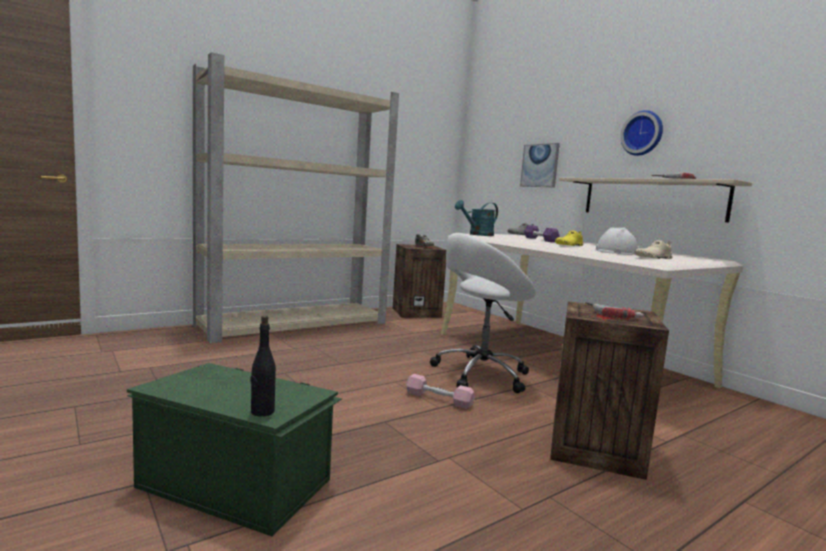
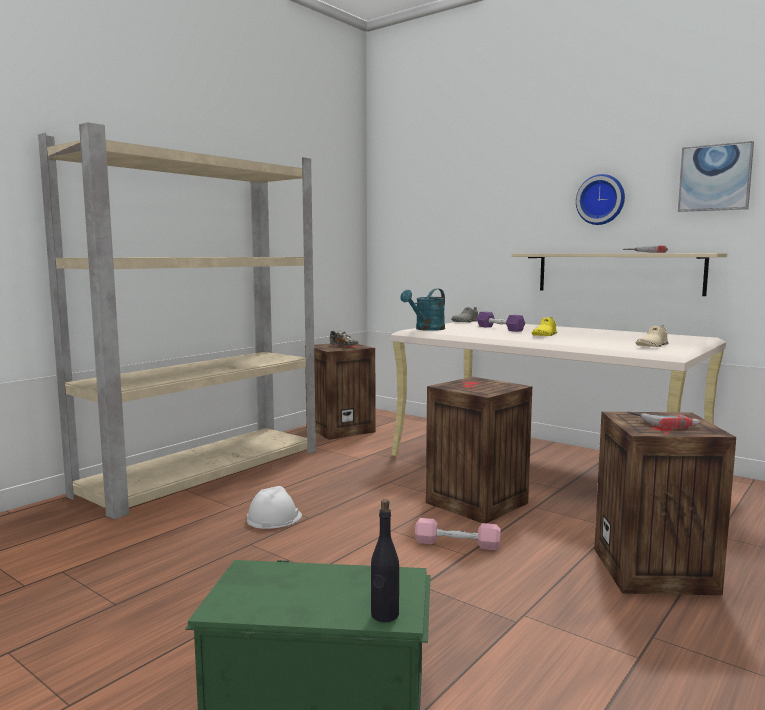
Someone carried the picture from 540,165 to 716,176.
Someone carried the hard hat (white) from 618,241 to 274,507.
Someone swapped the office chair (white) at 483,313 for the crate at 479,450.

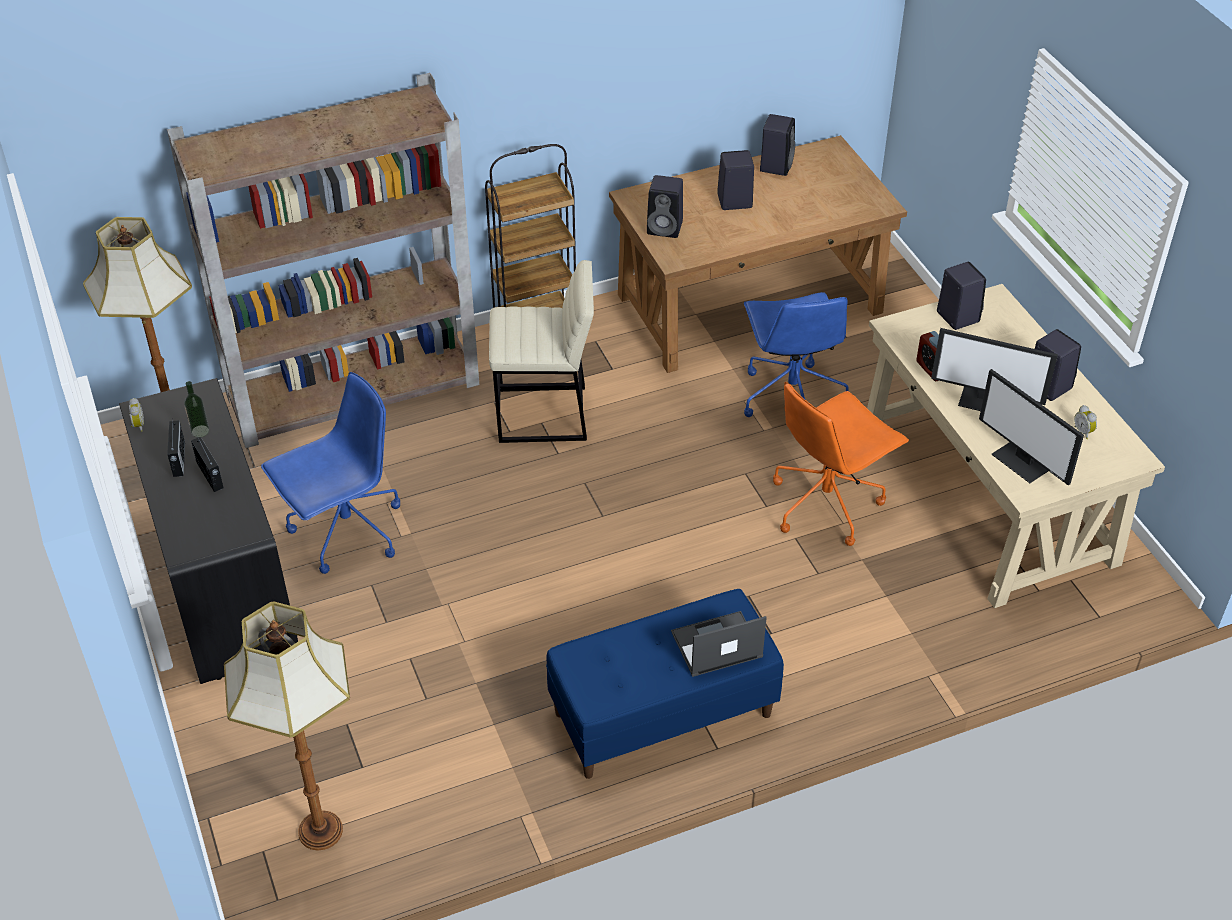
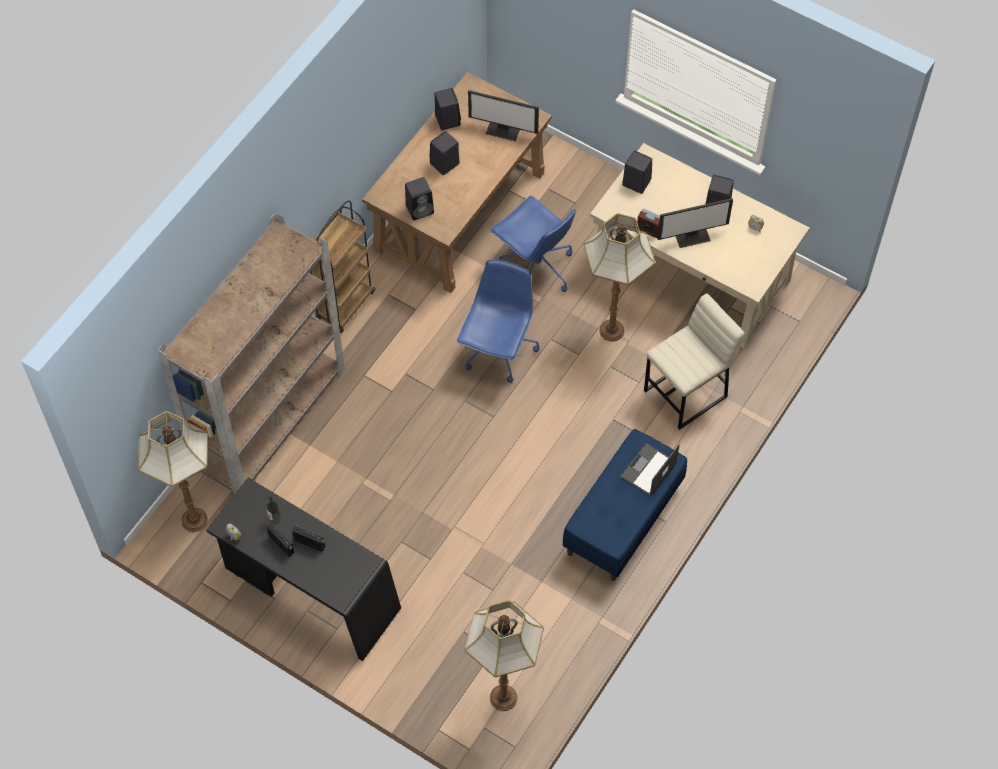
Someone carried the office chair (blue) from 330,473 to 498,321.
Someone carried the chair (beige) from 541,351 to 694,361.
Someone carried the monitor from 1031,427 to 503,115.
Someone swapped the office chair (orange) at 841,464 for the floor lamp at 619,277.

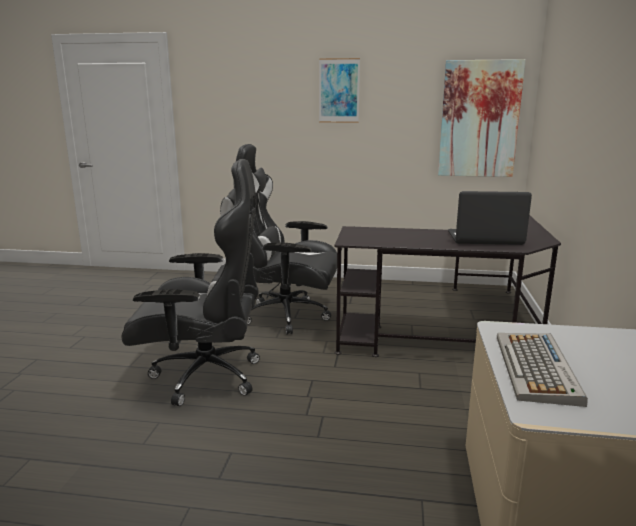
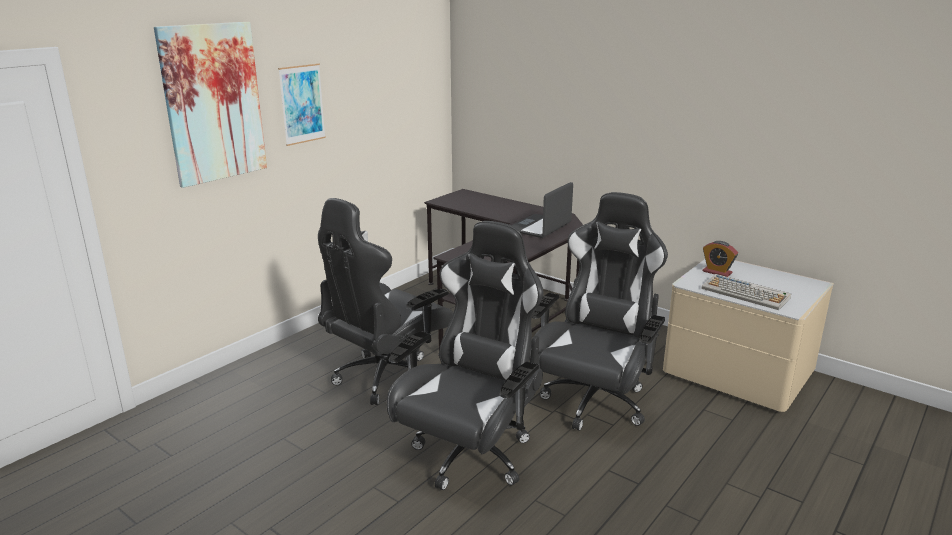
Someone put down the office chair (black) at 598,311.
Someone put down the alarm clock at 720,259.
Someone carried the picture from 482,118 to 210,105.

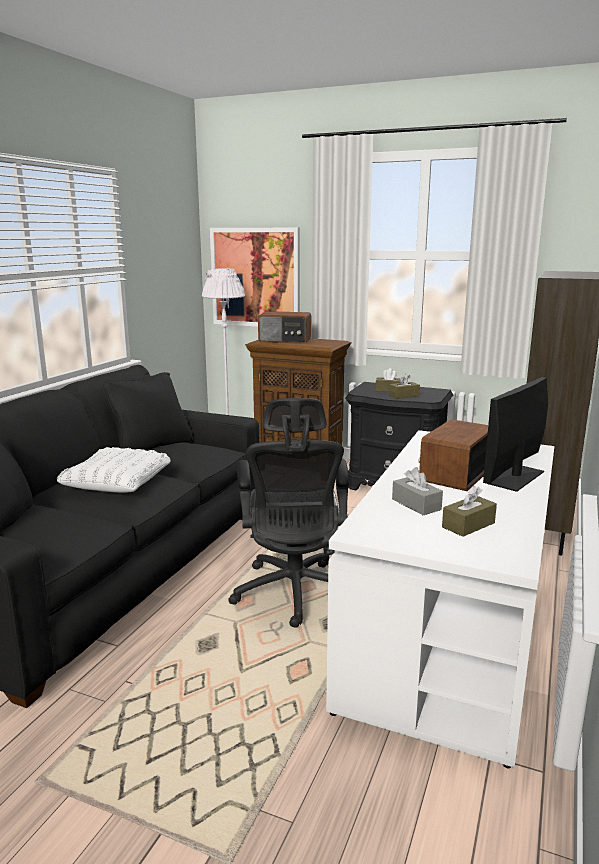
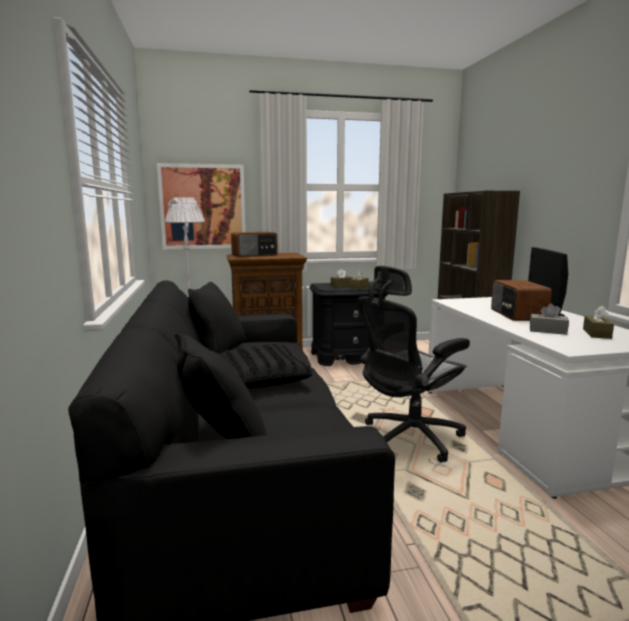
Someone repainted the pillow (white) at 114,470, which became the pillow (black) at 265,366.
Someone rotated the office chair at 288,512 by 90 degrees clockwise.

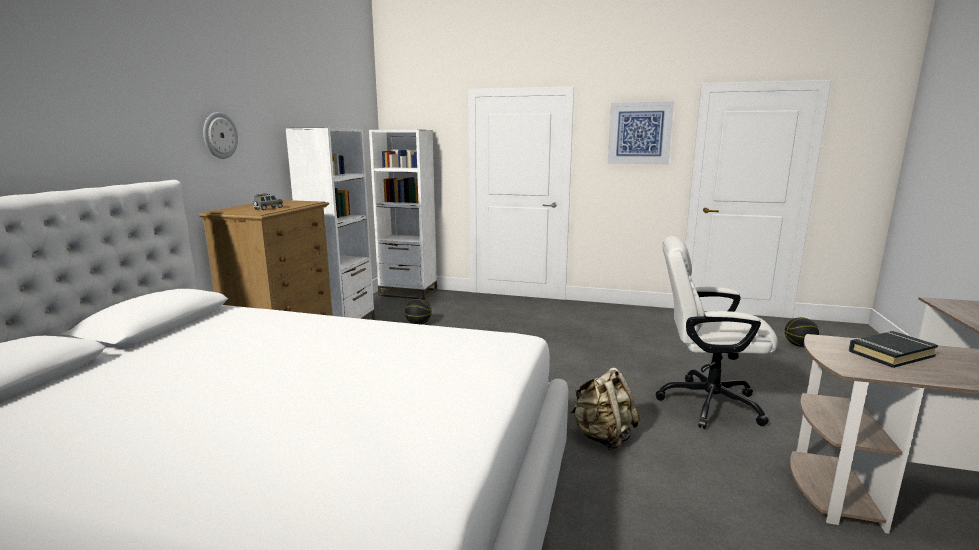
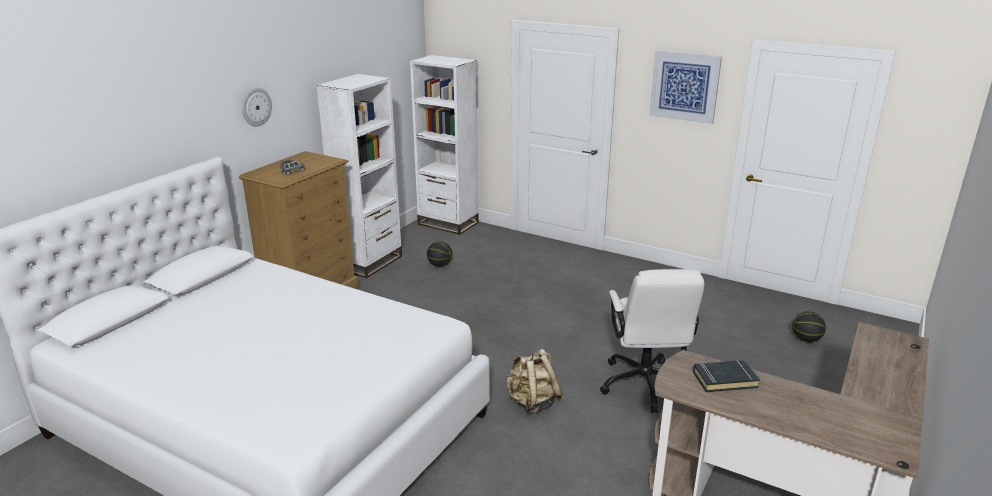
Someone rotated the office chair (white) at 717,332 by 120 degrees counterclockwise.

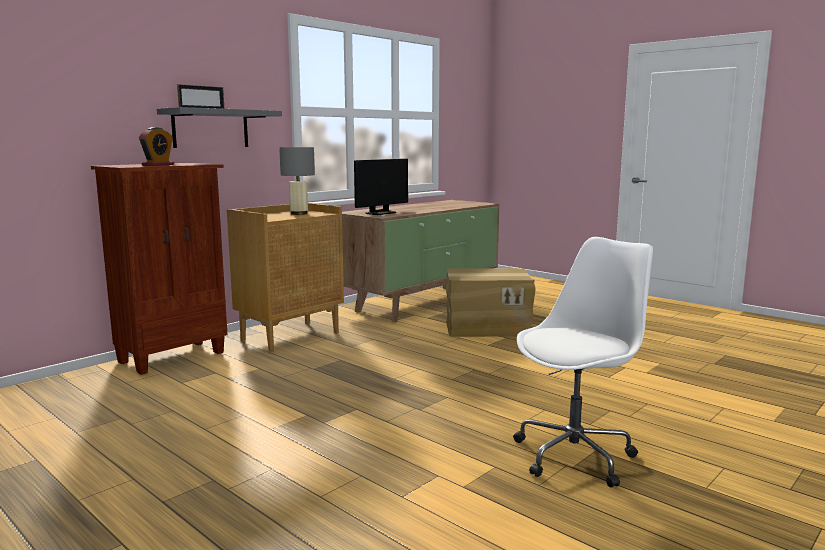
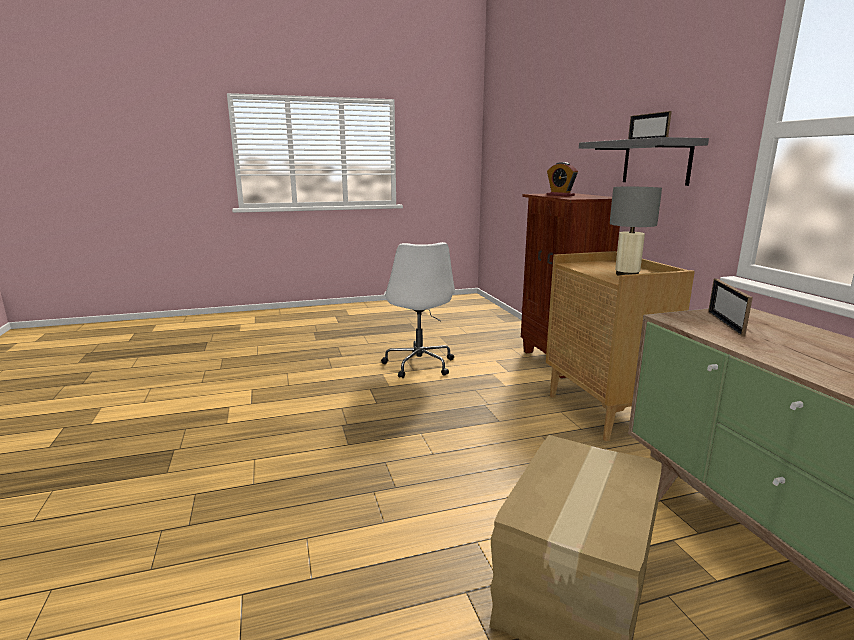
Someone carried the office chair (white) from 583,362 to 418,310.
Someone swapped the monitor at 381,187 for the picture frame at 730,307.

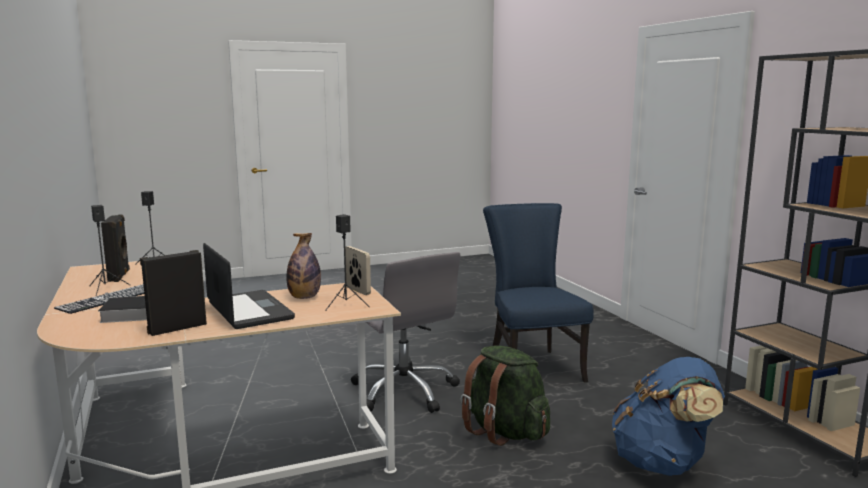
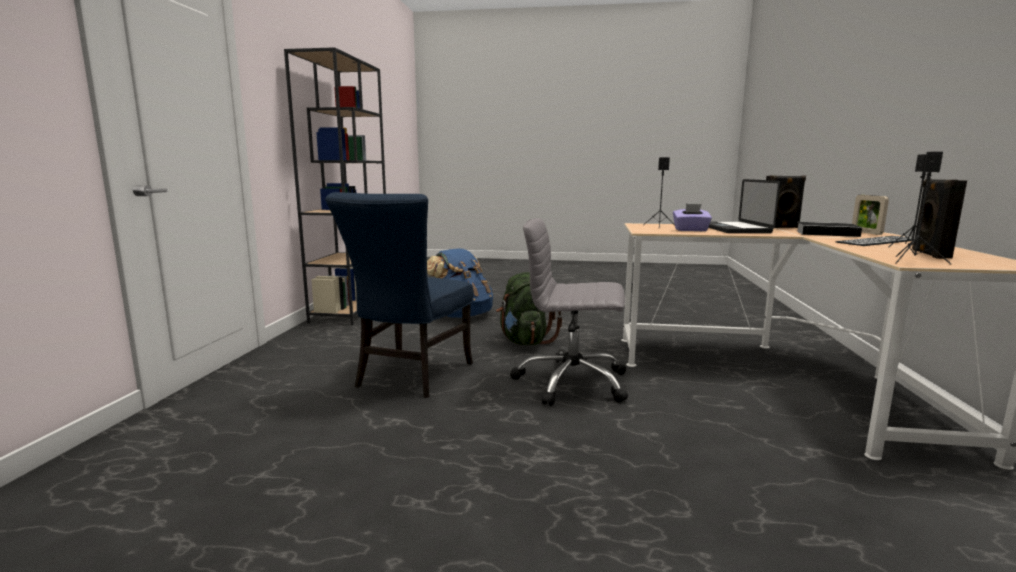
Someone carried the picture frame from 358,270 to 870,215.
Someone swapped the bottle at 303,266 for the tissue box (purple) at 692,217.
Someone rotated the office chair (grey) at 406,332 by 75 degrees counterclockwise.

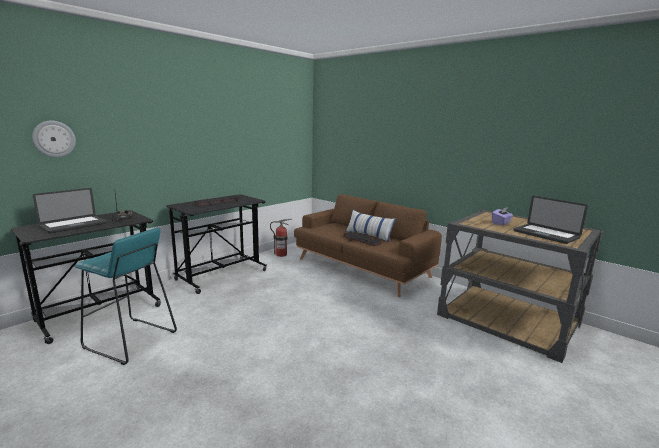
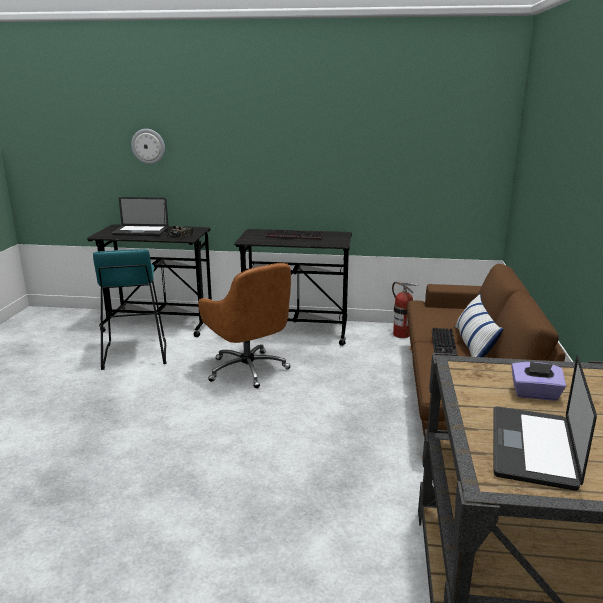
Someone put down the office chair (brown) at 244,325.

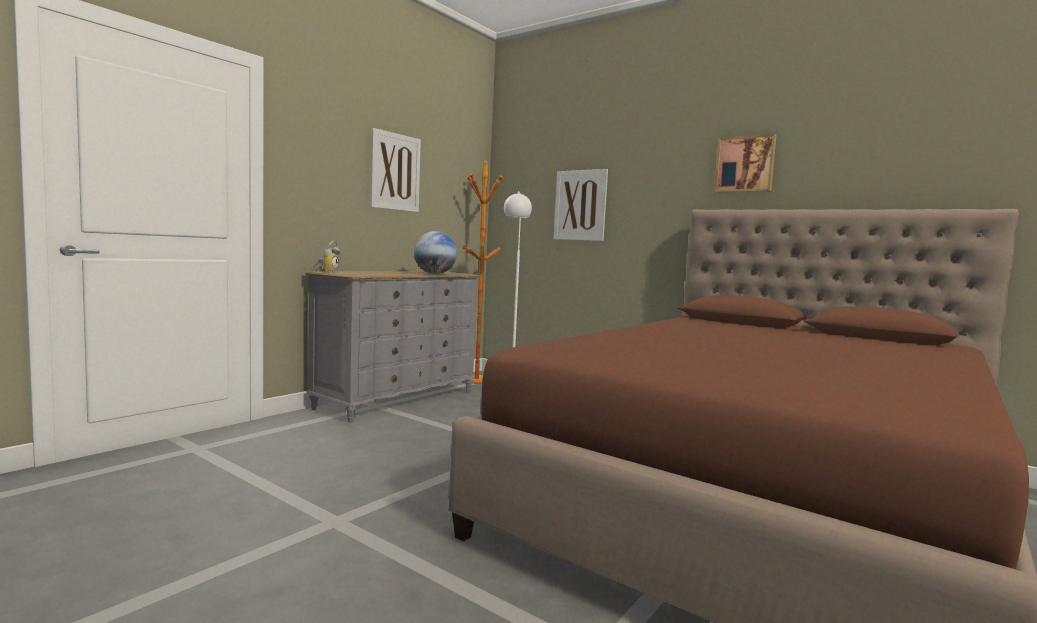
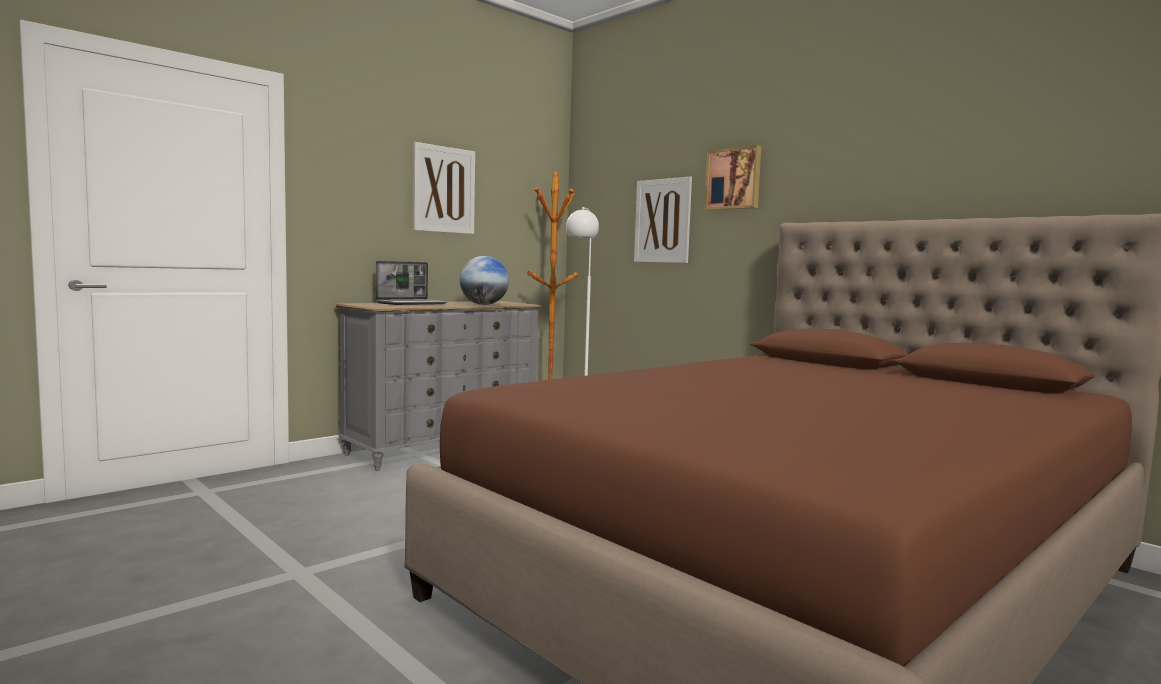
Someone took away the alarm clock at 329,257.
Someone put down the laptop at 411,283.
Someone carried the picture from 745,163 to 732,177.

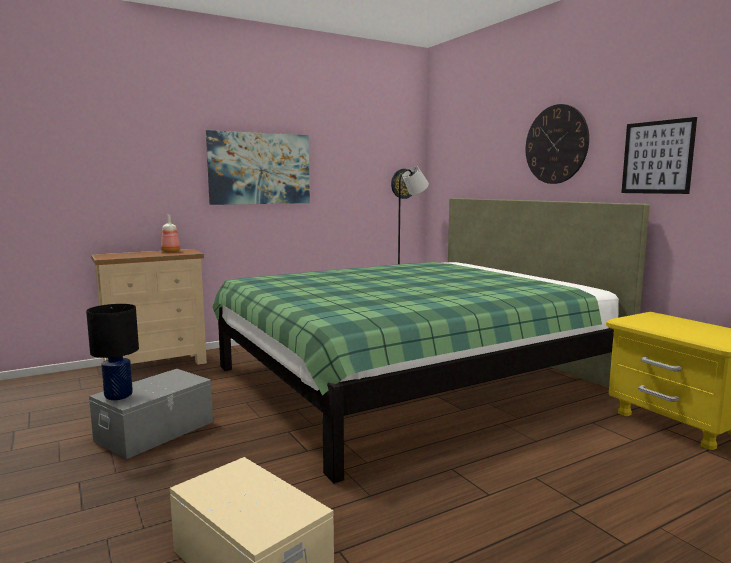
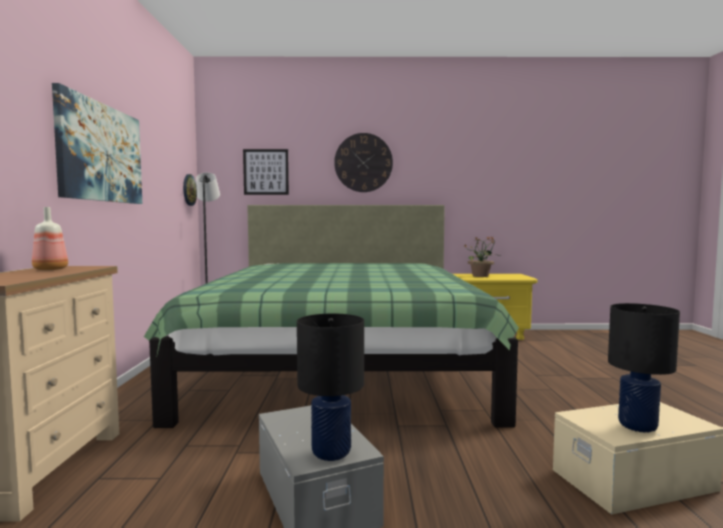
Someone put down the potted plant at 482,257.
Someone put down the table lamp (black) at 644,368.
Someone carried the picture from 659,155 to 266,172.

